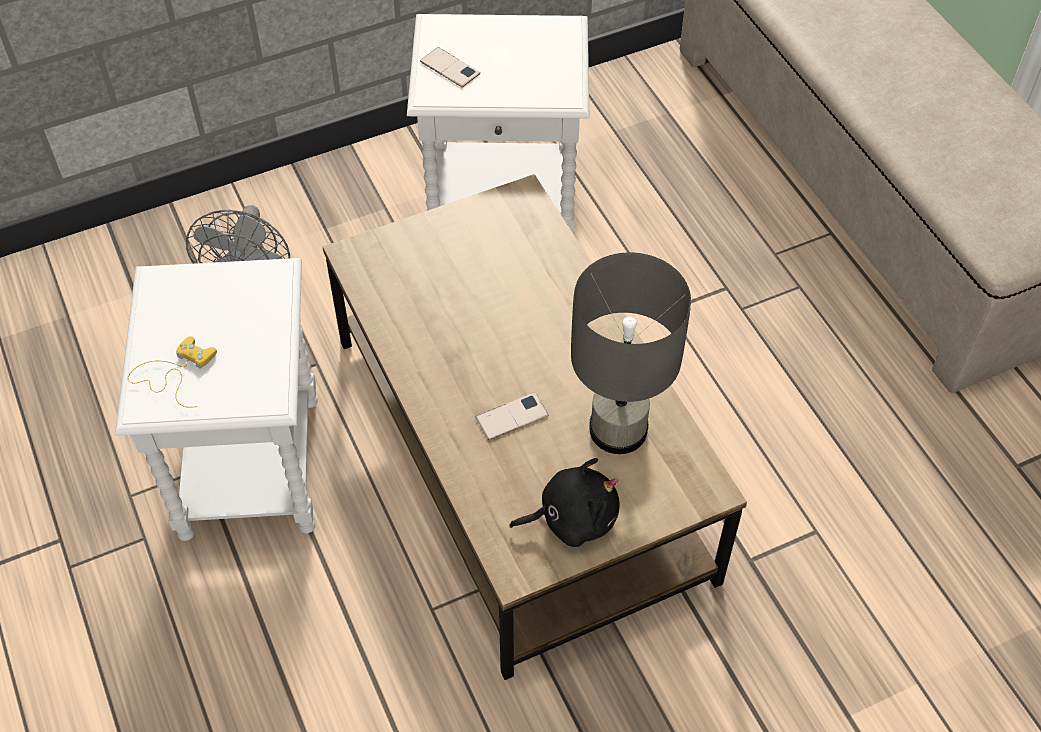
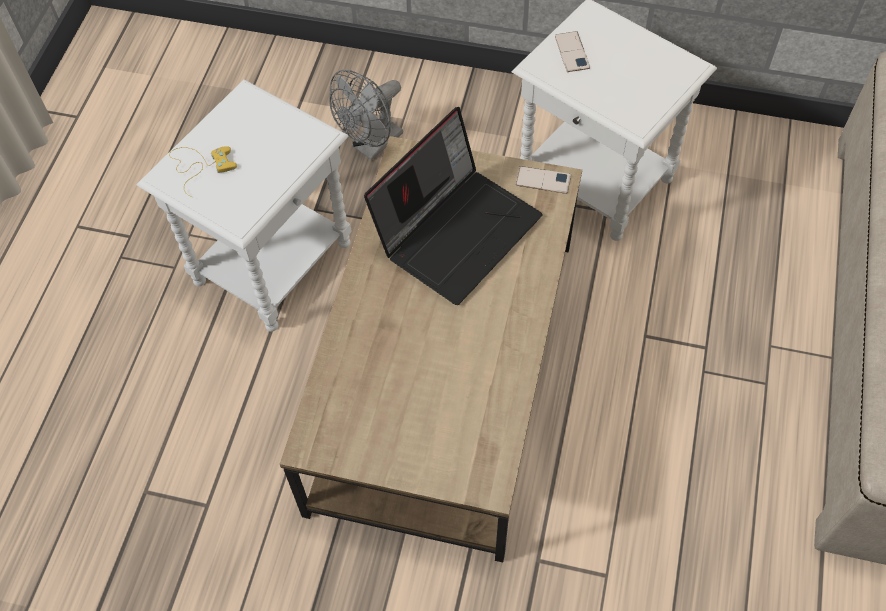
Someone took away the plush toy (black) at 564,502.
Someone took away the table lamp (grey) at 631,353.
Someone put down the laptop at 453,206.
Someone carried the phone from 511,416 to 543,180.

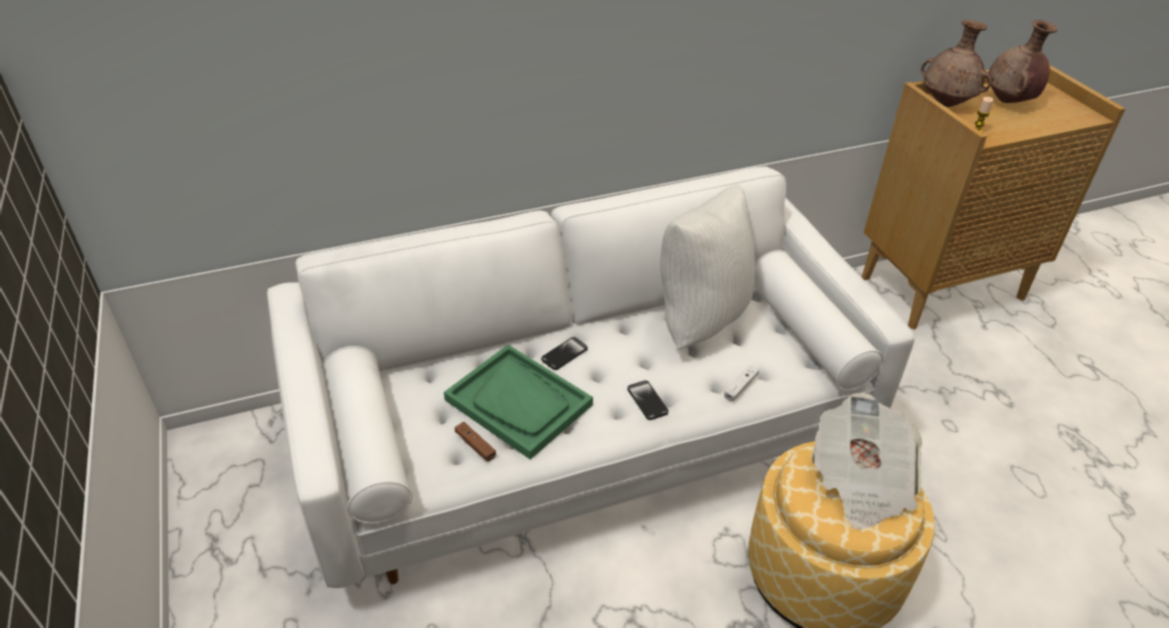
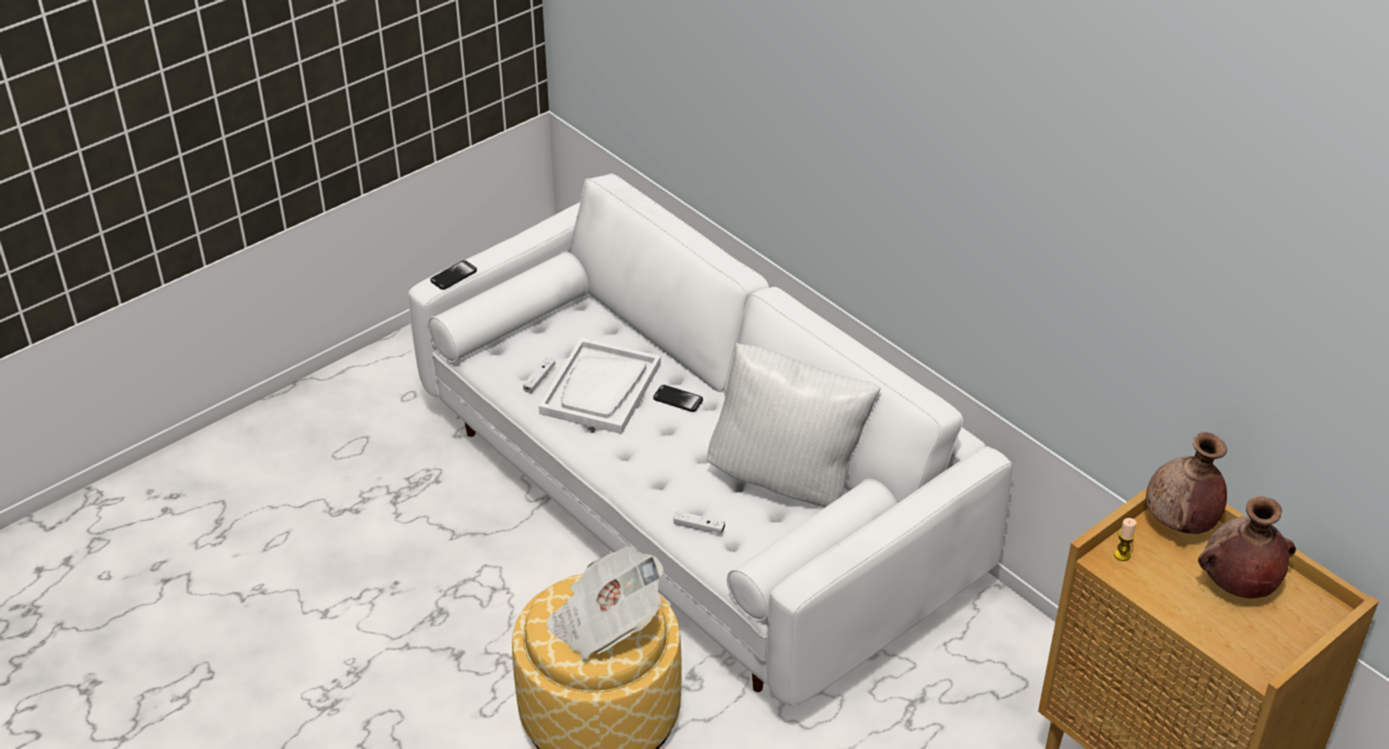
Someone carried the phone from 647,400 to 453,275.
Someone repainted the tray (green) at 518,402, which became the tray (white) at 600,386.
Someone repainted the game controller (brown) at 475,442, which became the game controller (white) at 539,375.

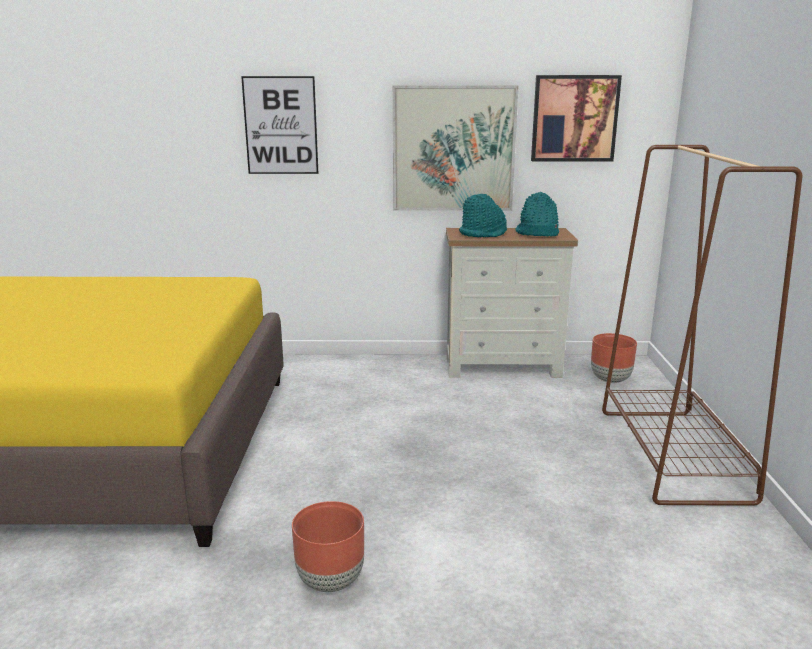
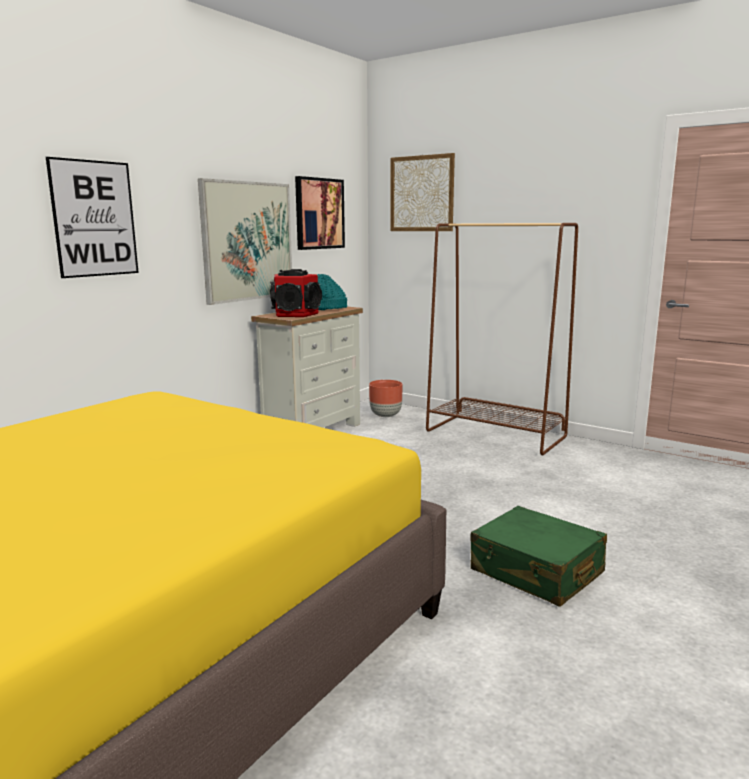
Someone put up the picture at 422,192.
Someone swapped the planter (brown) at 328,546 for the suitcase (green) at 538,556.
Someone swapped the hat (turquoise) at 483,215 for the speaker at 296,293.

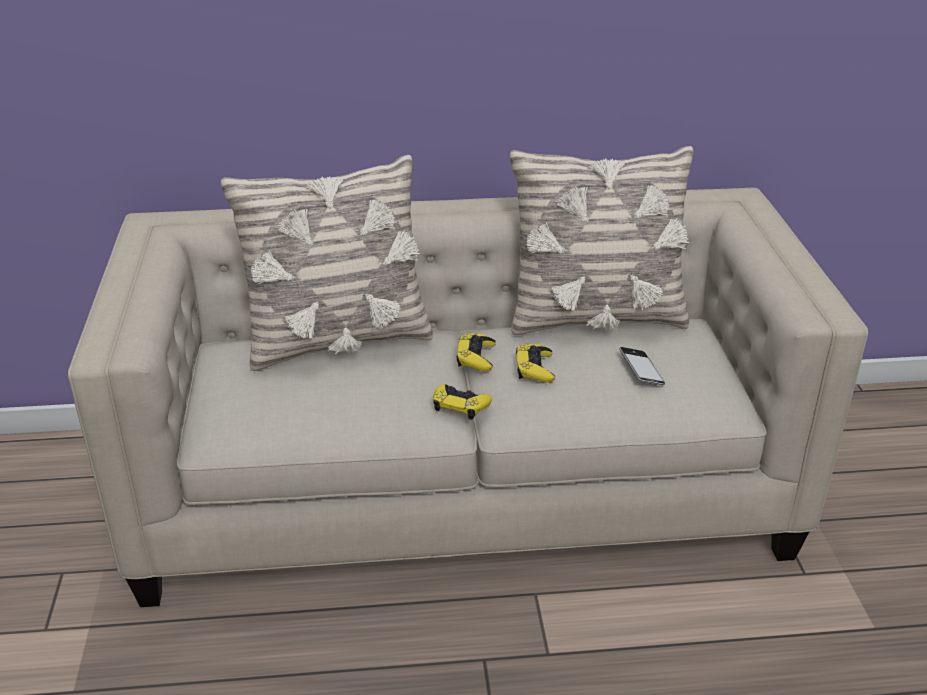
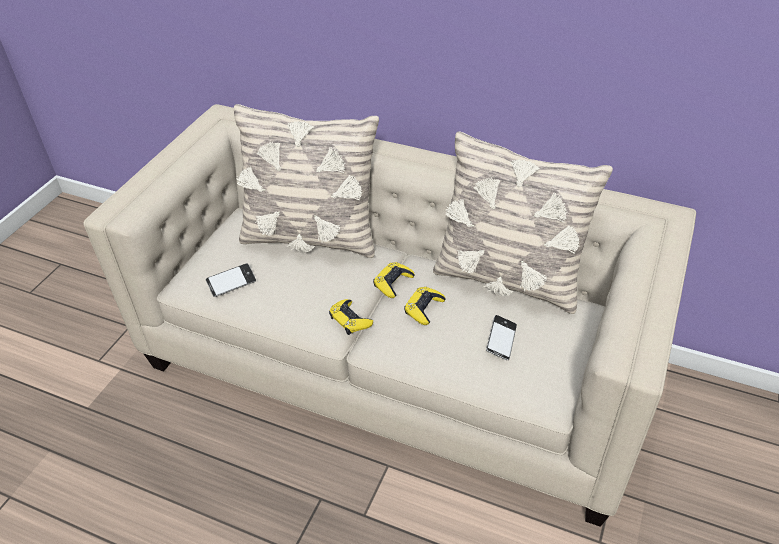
Someone put down the phone at 231,280.

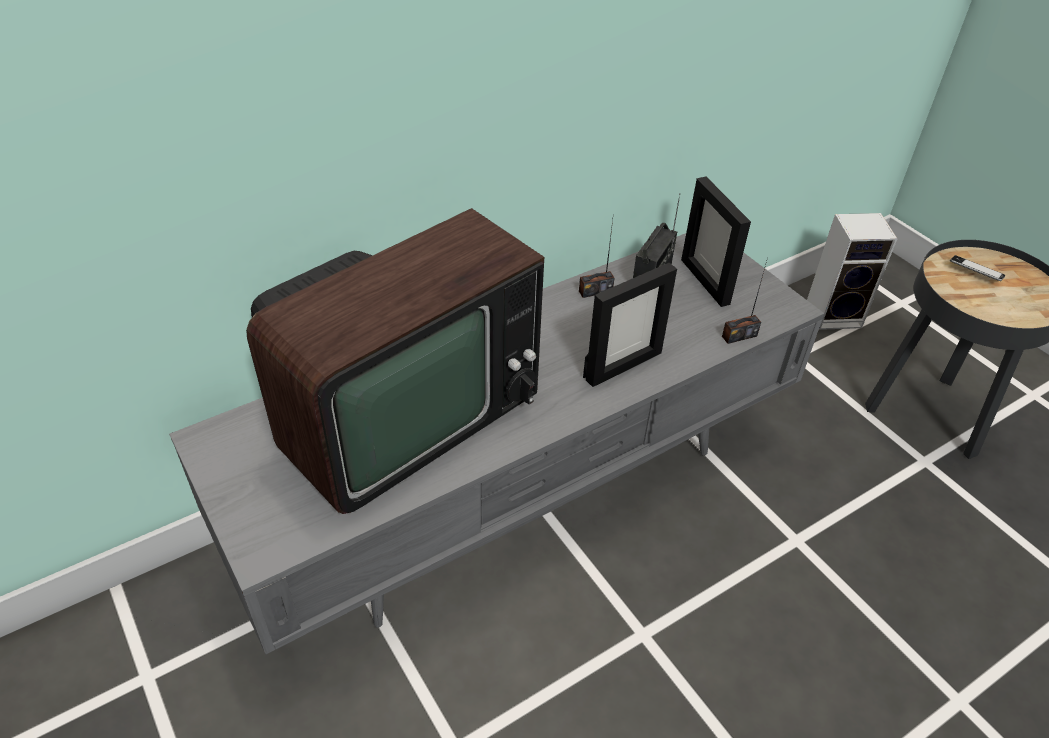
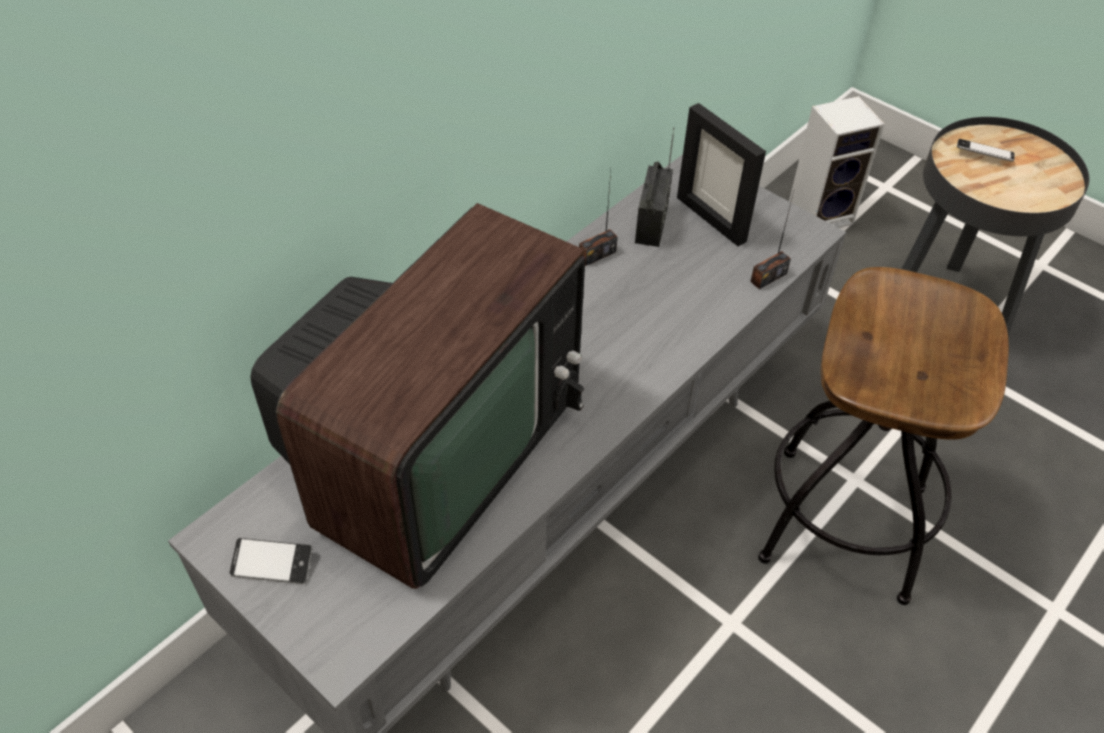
Someone took away the picture frame at 630,325.
Someone put down the phone at 271,561.
Someone put down the stool (brown) at 883,436.

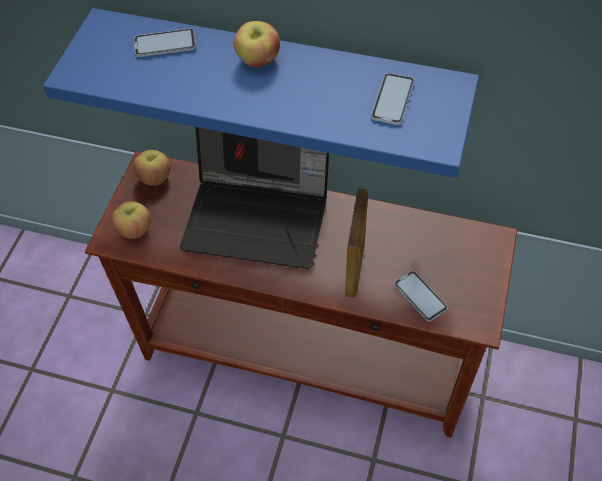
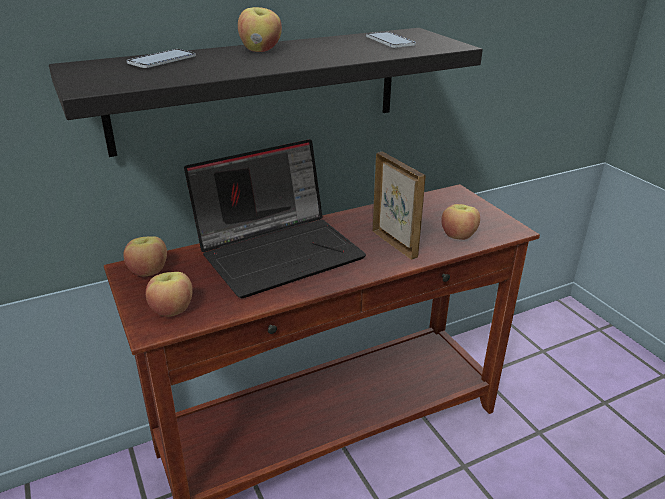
Someone swapped the phone at 421,296 for the apple at 460,222.
Someone repainted the shelf (blue) at 261,93, which became the shelf (black) at 266,92.

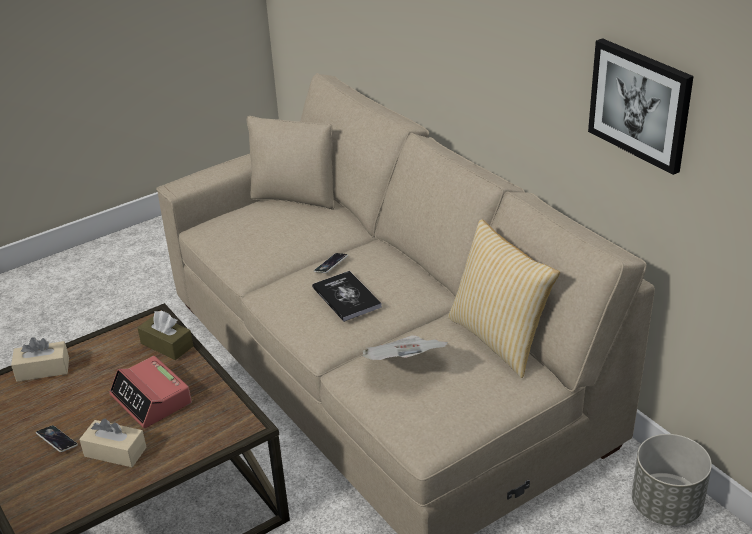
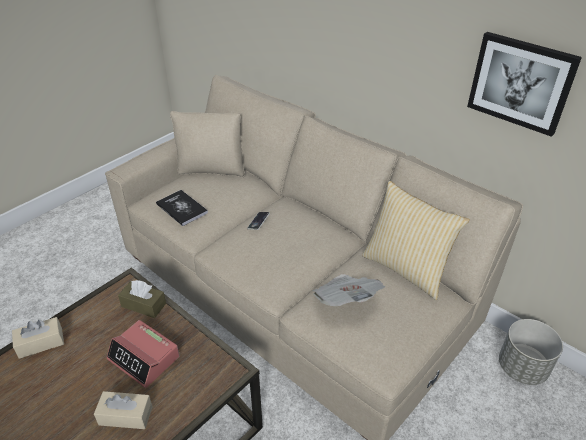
Someone took away the phone at 57,438.
Someone carried the book from 347,296 to 182,208.

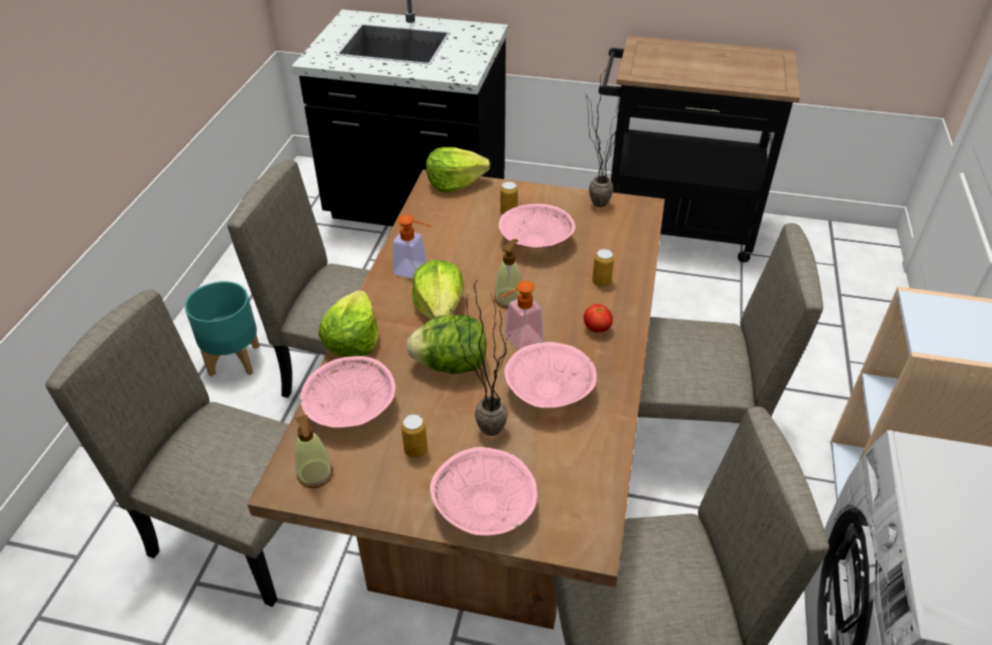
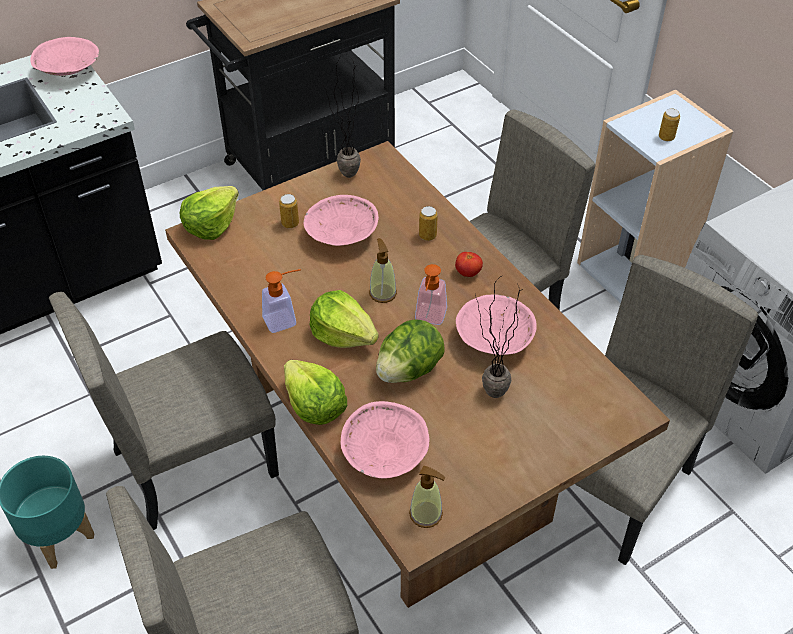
Someone carried the can from 414,436 to 669,125.
Someone carried the bowl (pink) from 483,491 to 64,56.

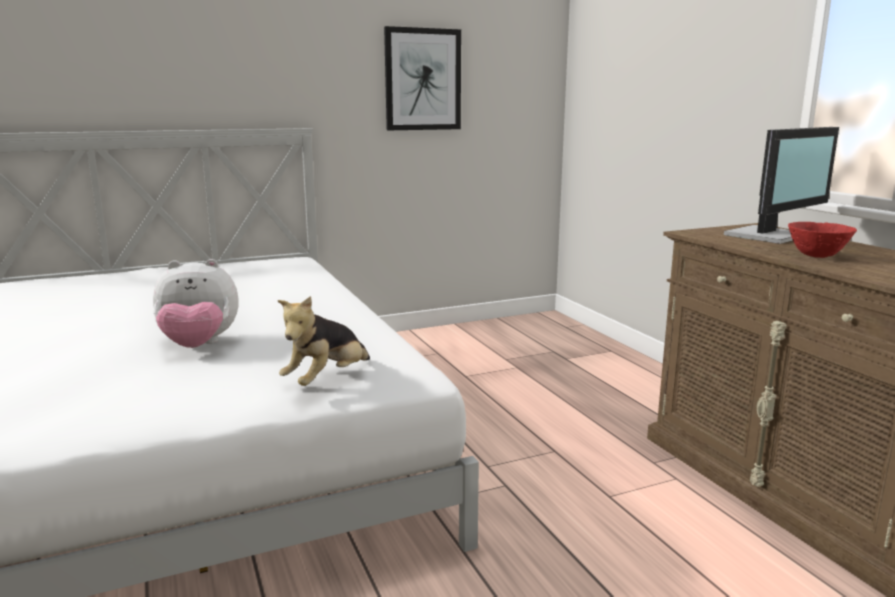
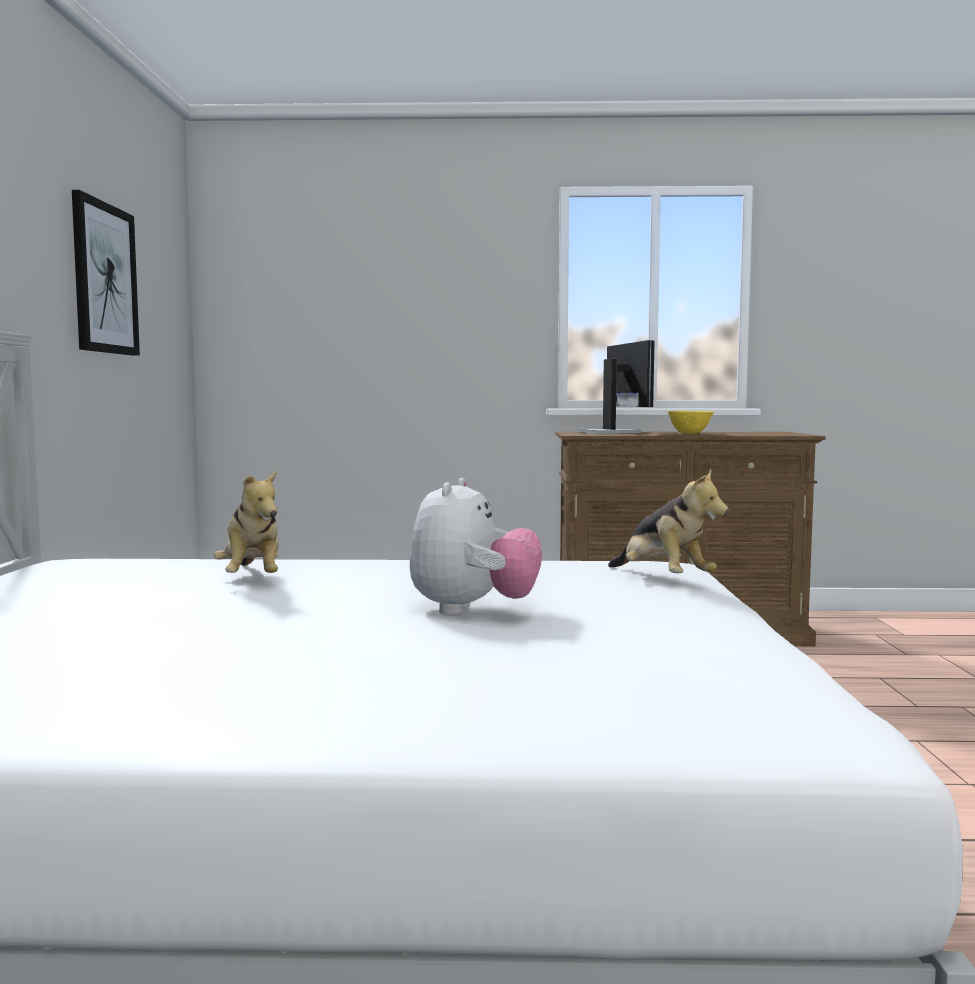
Someone put down the plush toy at 246,521.
Someone repainted the bowl (red) at 822,240, which became the bowl (yellow) at 690,422.

